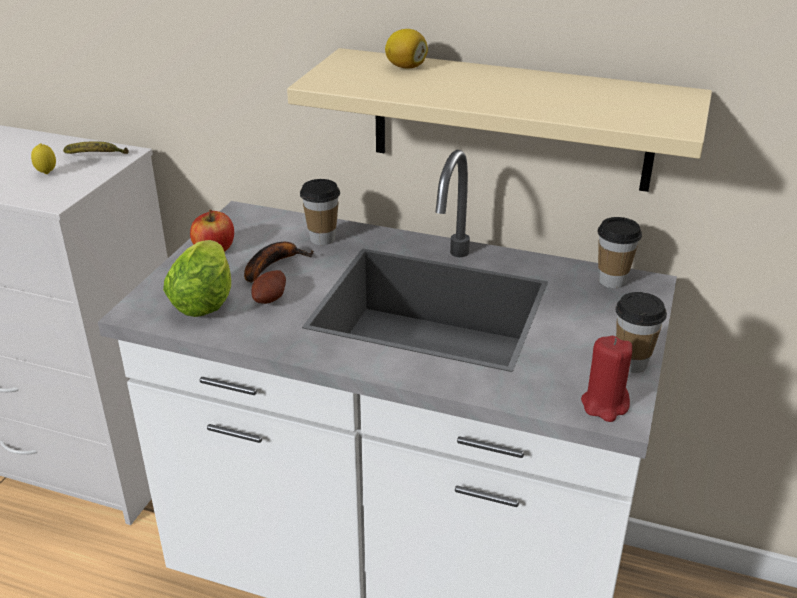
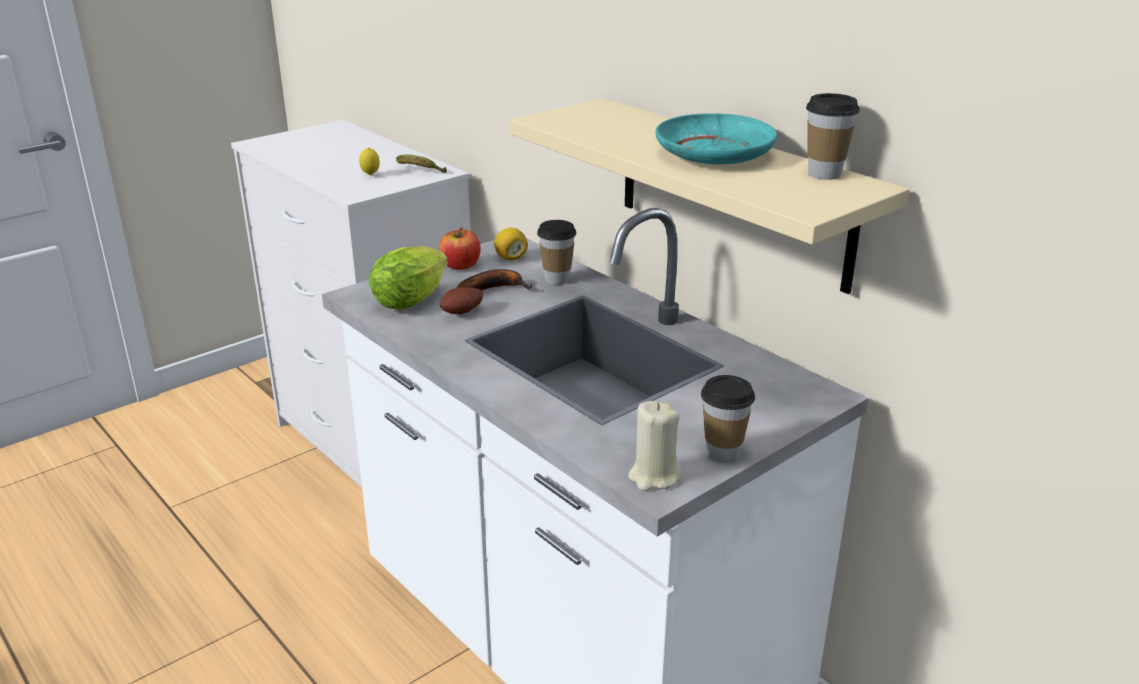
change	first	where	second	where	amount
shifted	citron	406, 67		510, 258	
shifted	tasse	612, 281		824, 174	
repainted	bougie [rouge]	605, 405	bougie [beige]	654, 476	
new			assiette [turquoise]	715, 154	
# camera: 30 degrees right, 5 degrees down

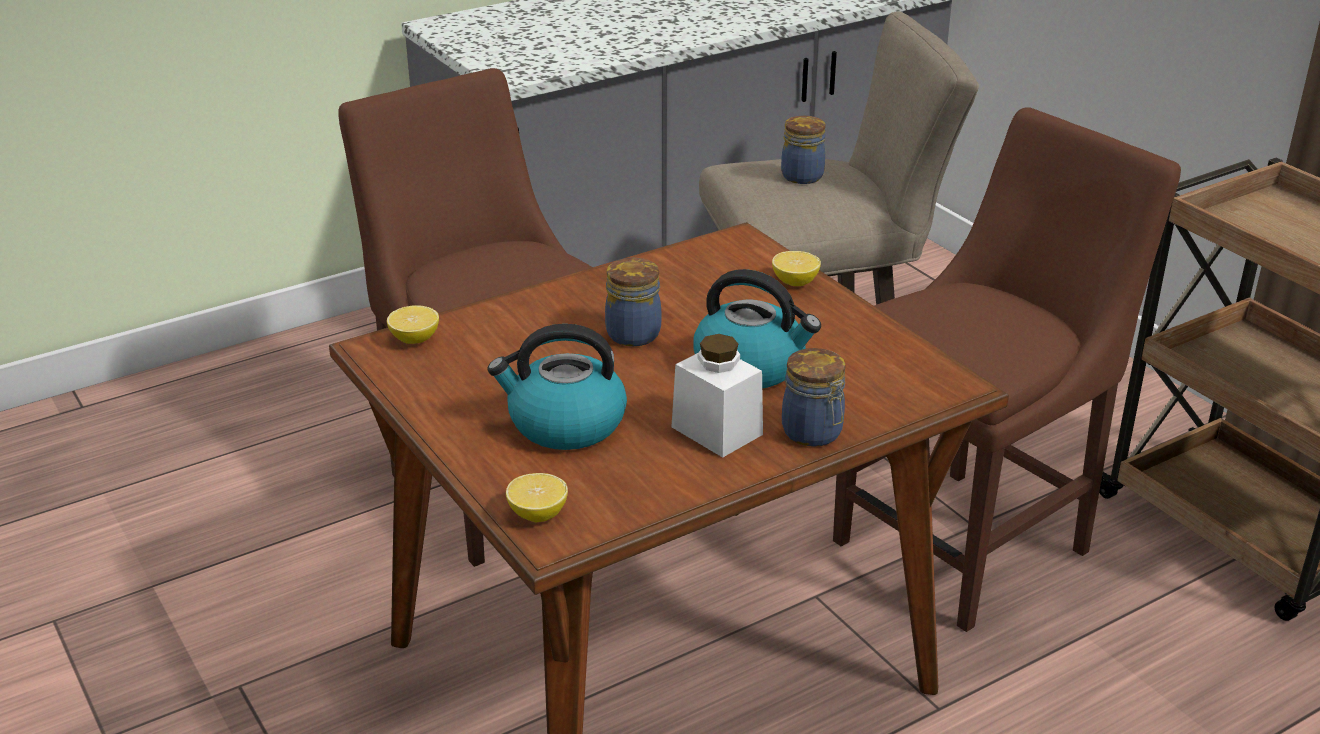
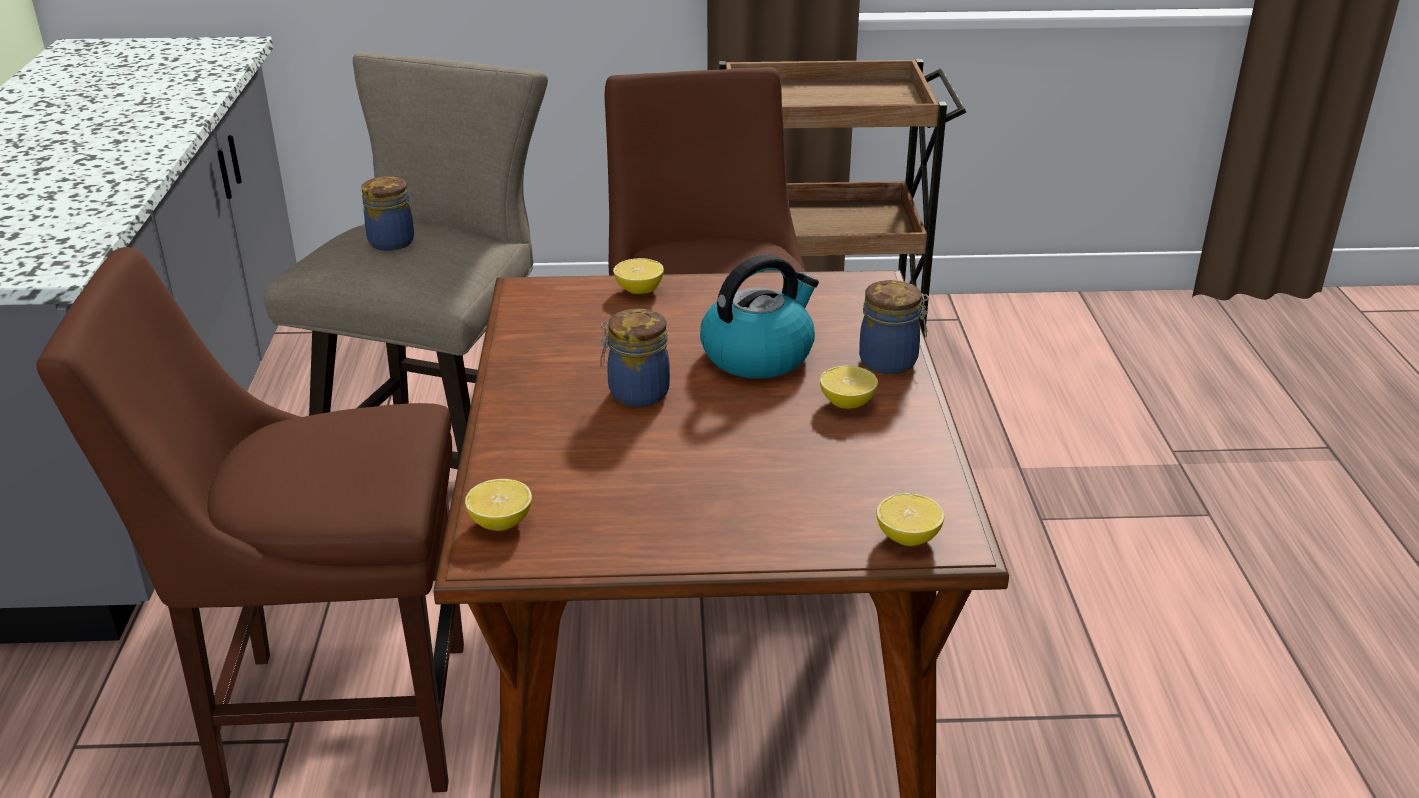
change	first	where	second	where	amount
gone	bouilloire	565, 424			
swapped	bocal [blanc]	717, 430	citron	847, 403	
# camera: 60 degrees left, 0 degrees up

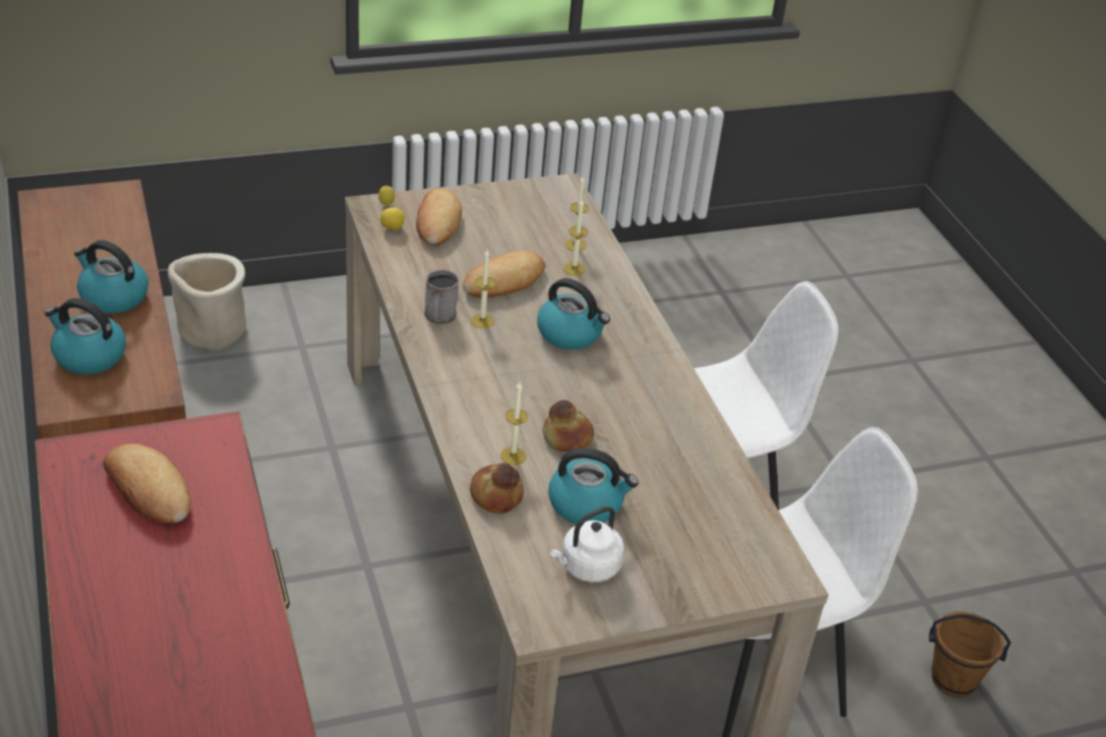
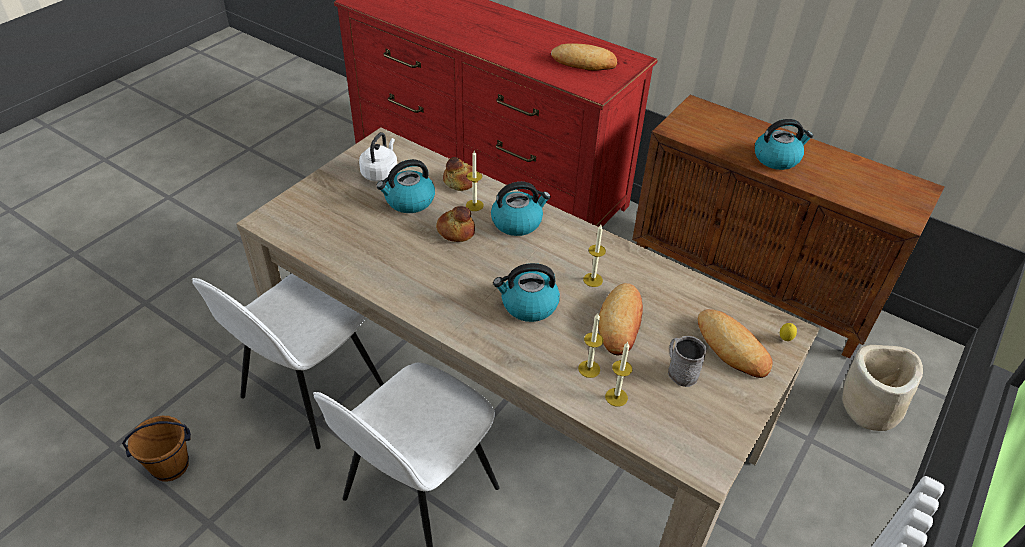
change	first	where	second	where	amount
gone	citron	392, 229			
shifted	mug [gris]	439, 317		680, 371	
shifted	bouilloire	88, 356		517, 222	
# camera: 145 degrees right, 5 degrees up

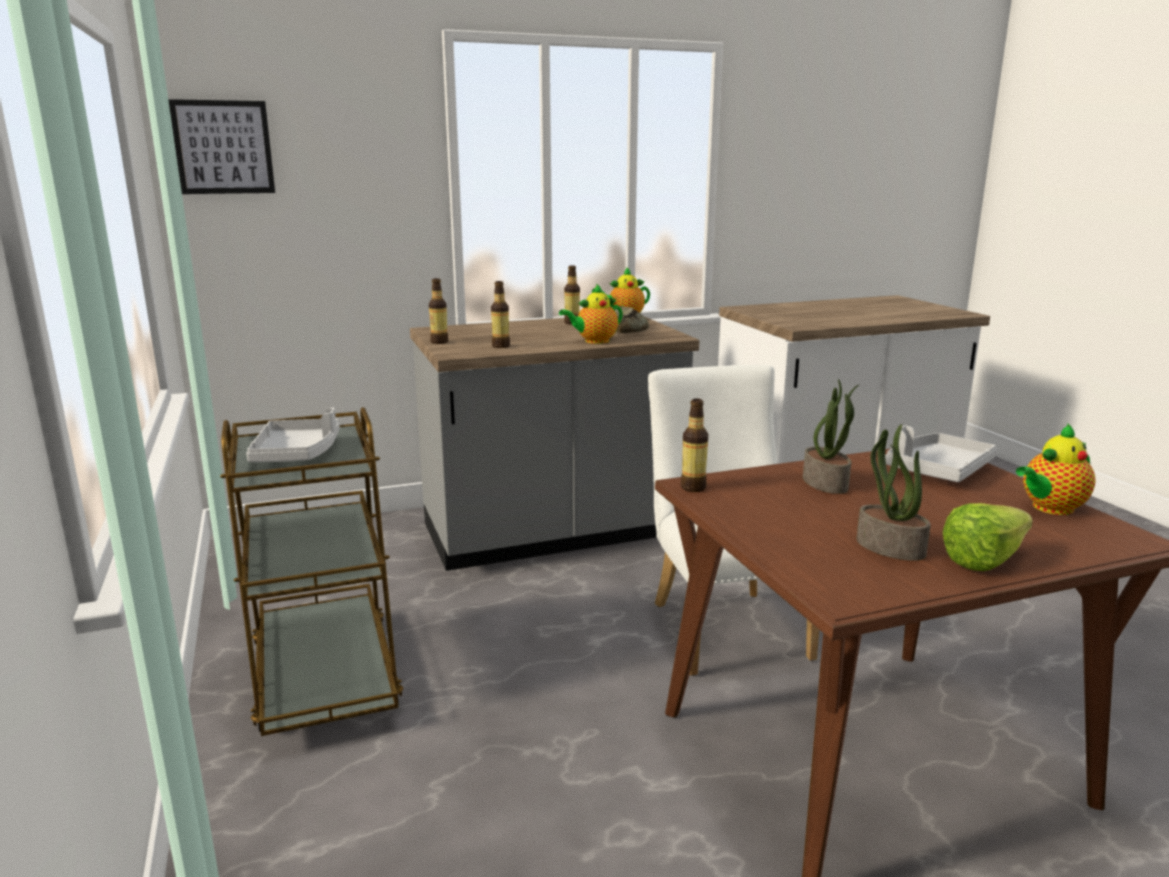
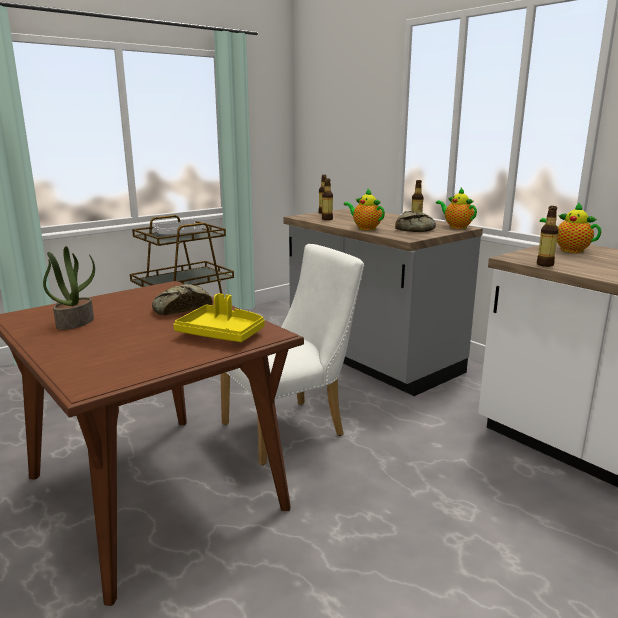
change	first	where	second	where	amount
gone	tableau	223, 147			
swapped	plante en pot	826, 483	pain	180, 308	
shifted	bouteille	693, 487		545, 264	
shifted	théière	1050, 508		569, 250	
repainted	plateau [gris]	938, 470	plateau [jaune]	222, 334	
gone	laitue	991, 560			
# camera: 70 degrees right, 0 degrees up

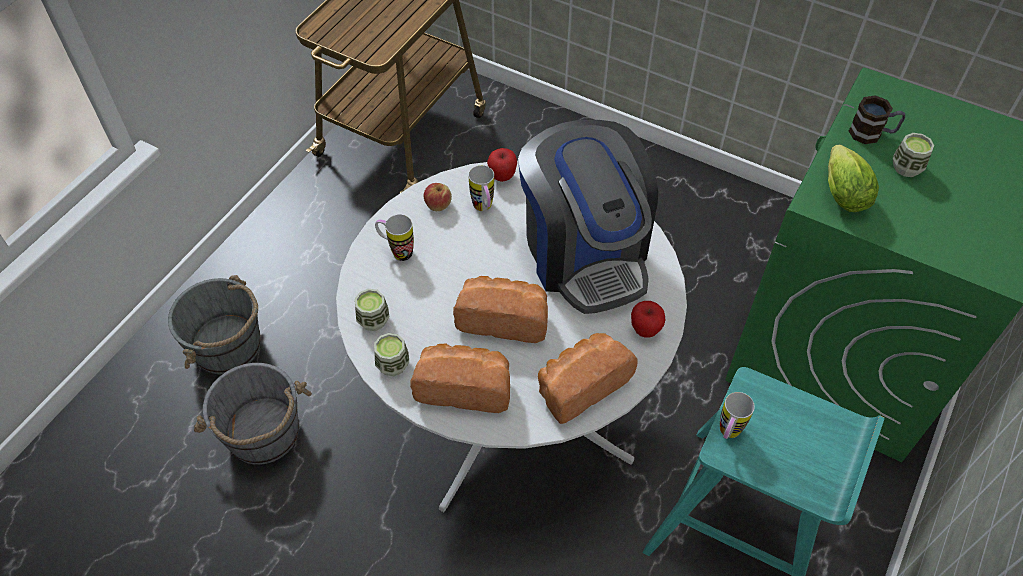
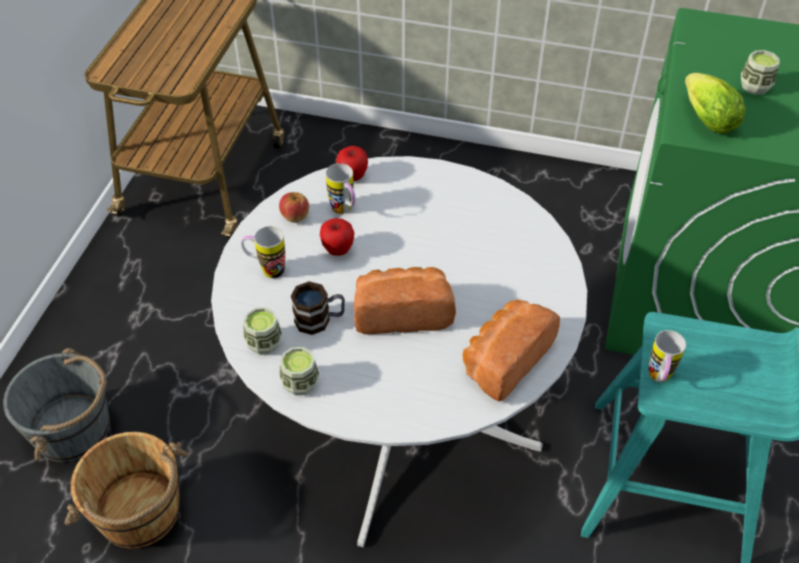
change	first	where	second	where	amount
shifted	mug	872, 133		320, 320	
gone	machine à café	585, 253			
shifted	pomme	645, 330		338, 250	
gone	pain	465, 386			
repainted	seau [gris]	263, 434	seau [marron]	140, 513	
# camera: 15 degrees left, 5 degrees down

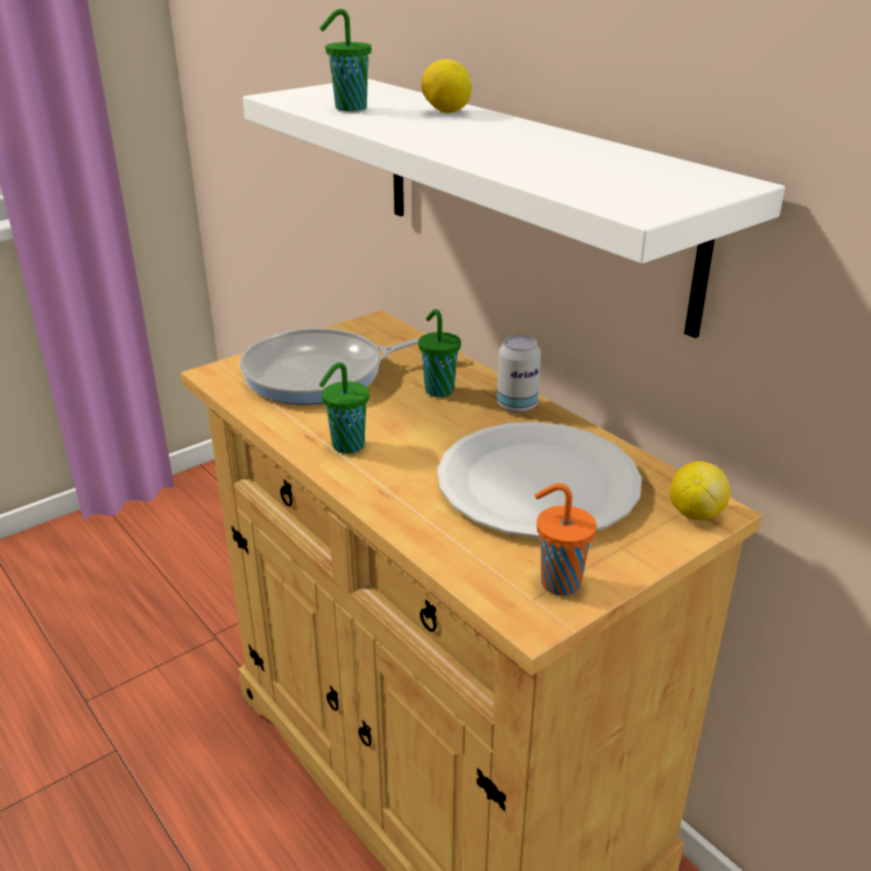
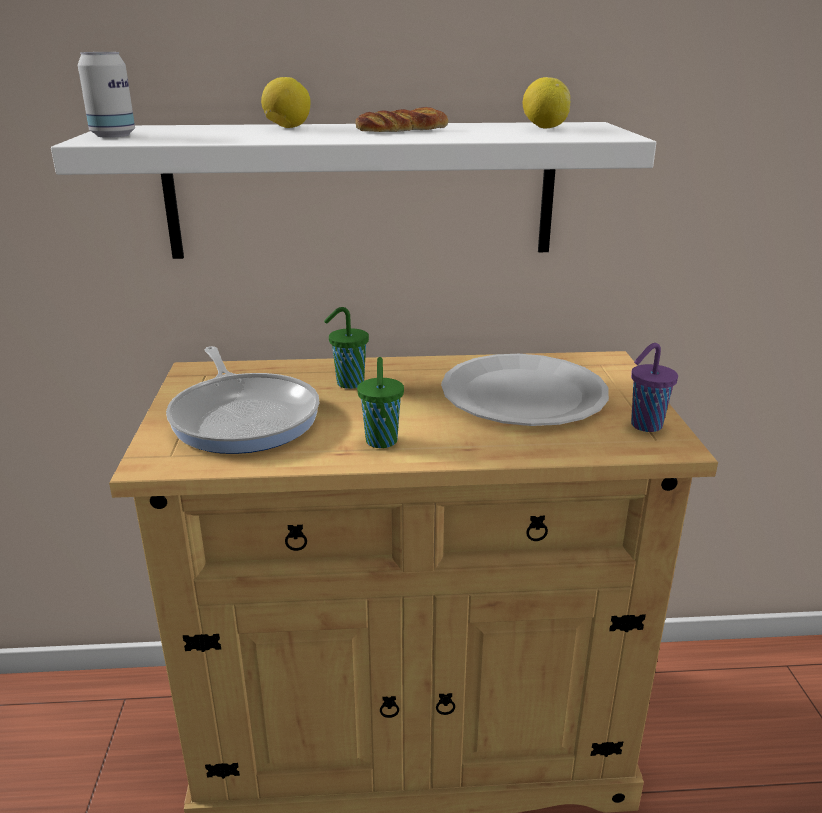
change	first	where	second	where	amount
gone	tasse [vert]	348, 109			
rotated	poêle	322, 374		244, 417	45 degrees counterclockwise
shifted	boîte métallique	517, 406		113, 135	
shifted	citron	695, 513		544, 128	
repainted	tasse [orange]	558, 582	tasse [violet]	644, 426	
new			pain	402, 130	
# camera: 55 degrees left, 5 degrees down

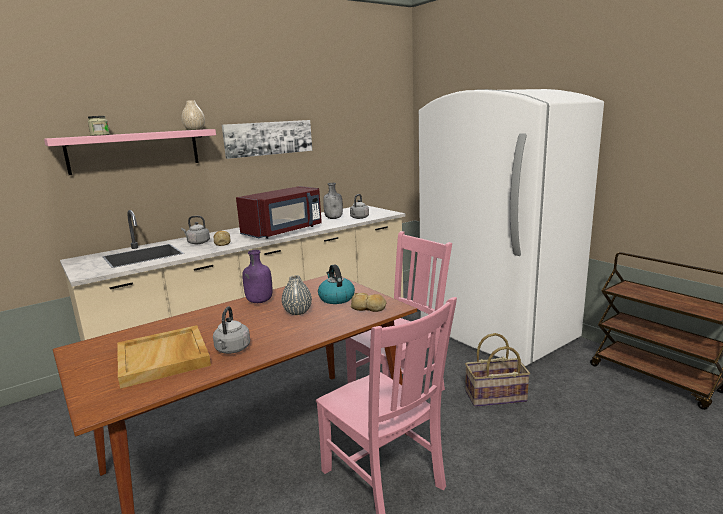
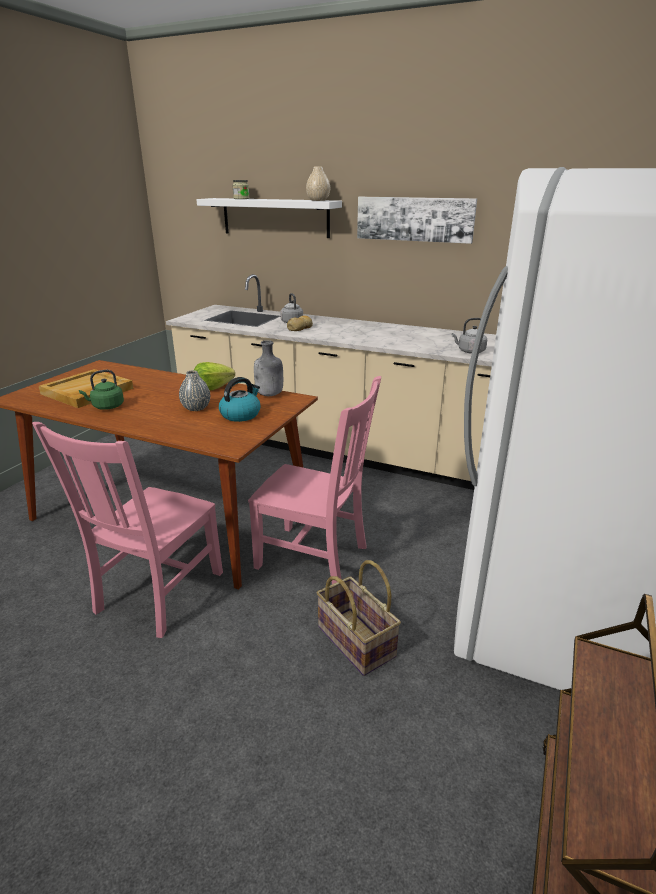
change	first	where	second	where	amount
repainted	étagère [rose]	134, 151	étagère [blanc]	275, 217	
shifted	bouteille [gris]	334, 218		270, 394	
gone	micro-ondes [rouge]	284, 231			
swapped	bouteille [violet]	259, 301	laitue	213, 388	
gone	pain	368, 308			
repainted	bouilloire [gris]	232, 350	bouilloire [vert]	106, 407	
# camera: 60 degrees right, 10 degrees up

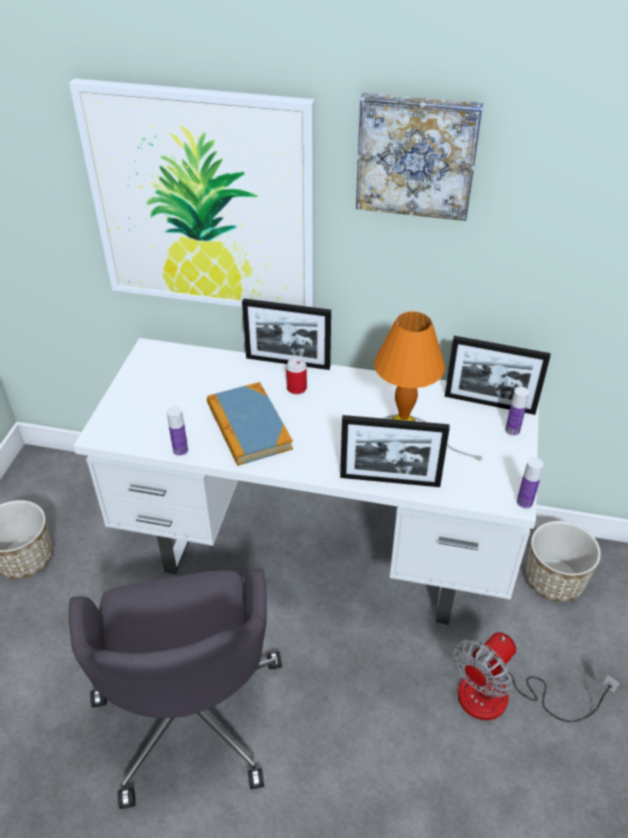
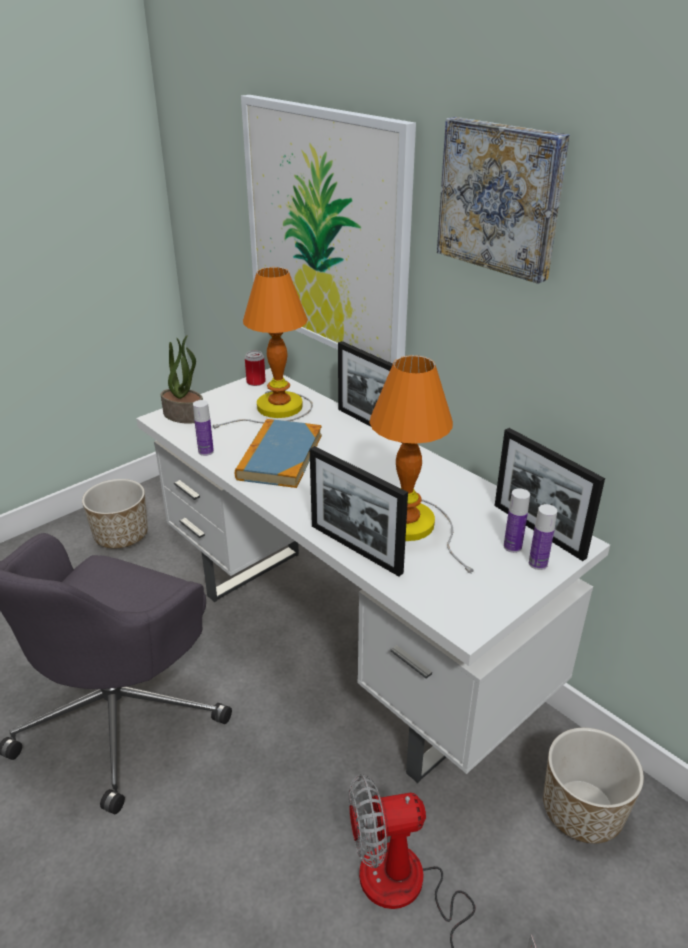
change	first	where	second	where	amount
shifted	boîte métallique	296, 388		256, 382	
shifted	bouteille	524, 502		512, 547	
new			lampe de table	276, 409	
new			plante en pot	185, 415	
# camera: 35 degrees right, 10 degrees down

